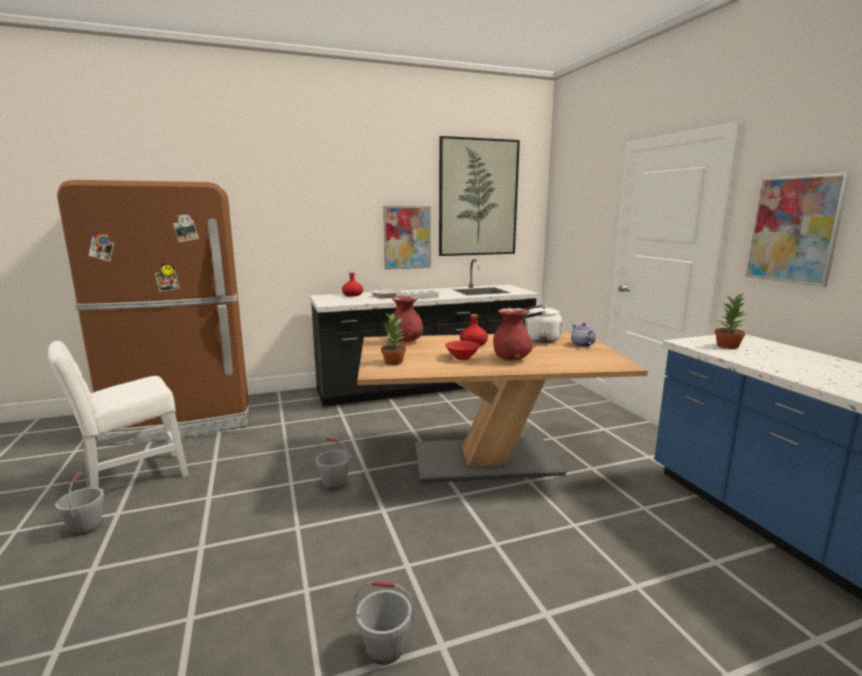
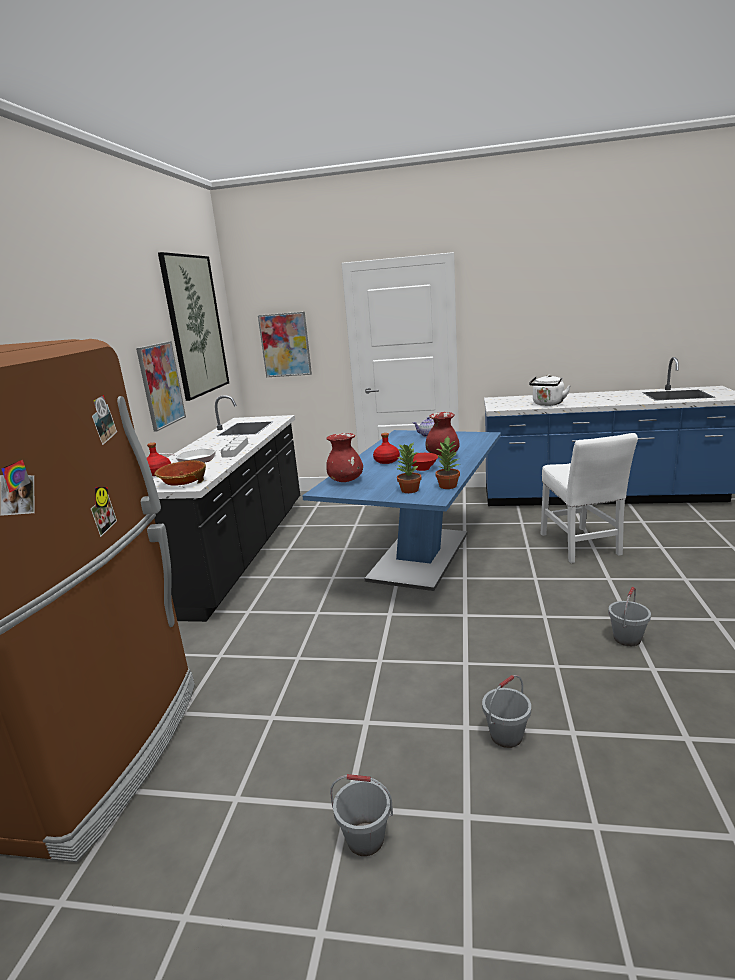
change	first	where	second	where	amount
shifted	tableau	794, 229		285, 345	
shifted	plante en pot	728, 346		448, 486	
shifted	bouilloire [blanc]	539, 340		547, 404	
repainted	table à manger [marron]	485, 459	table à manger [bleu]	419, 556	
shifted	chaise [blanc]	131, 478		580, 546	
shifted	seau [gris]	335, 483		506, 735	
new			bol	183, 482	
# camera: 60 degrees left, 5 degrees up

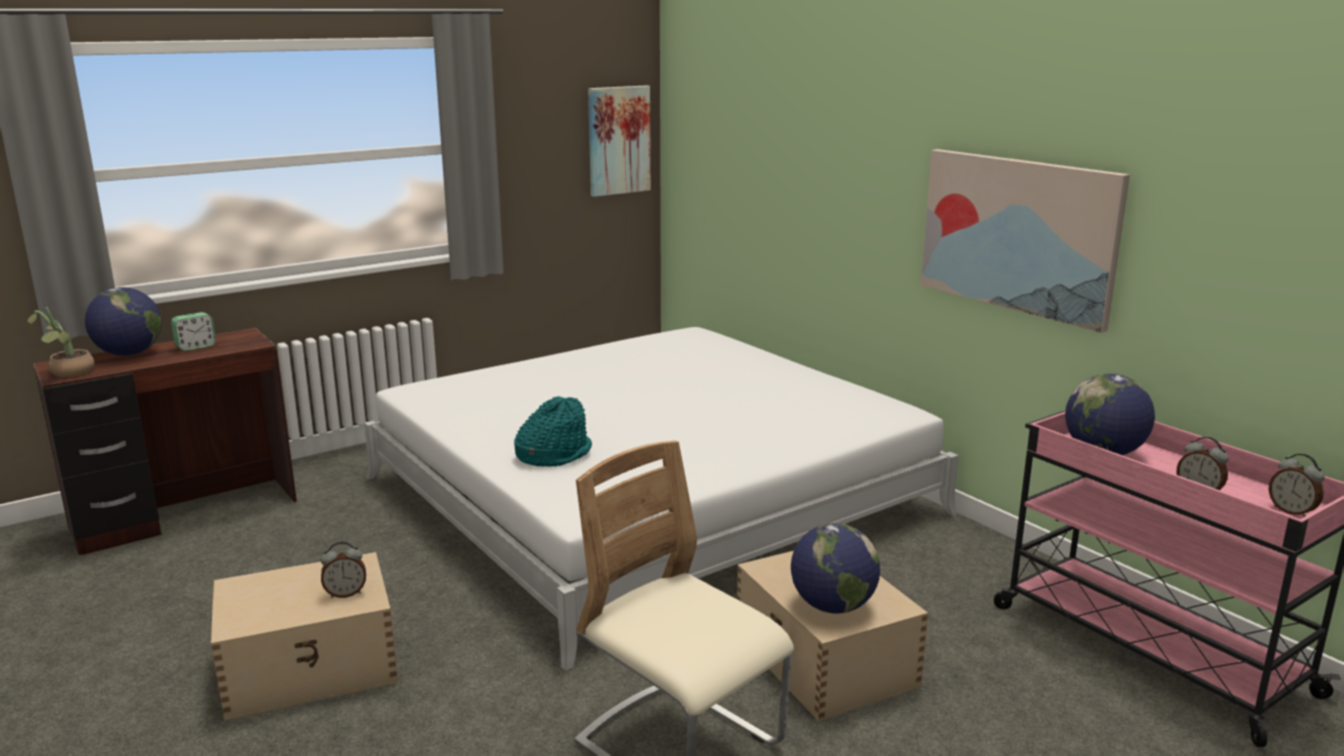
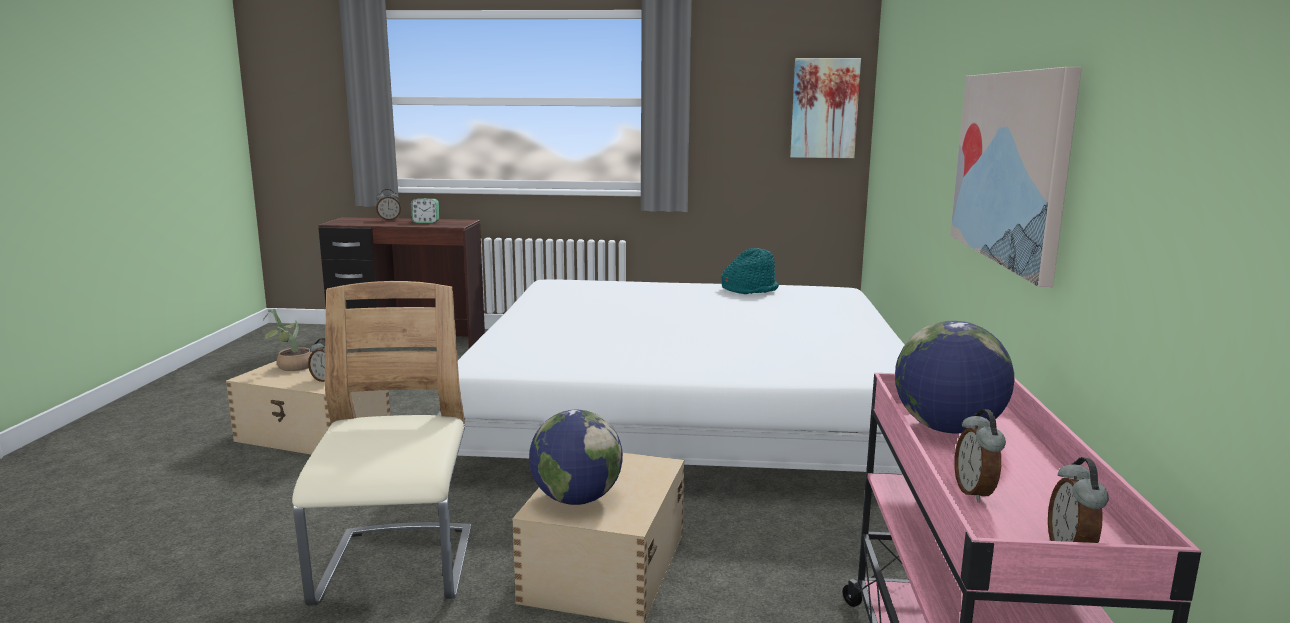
change	first	where	second	where	amount
swapped	globe	129, 354	réveil	389, 220	
shifted	plante en pot	68, 373		291, 367	
shifted	chapeau [turquoise]	553, 454		749, 289	
# camera: 40 degrees right, 5 degrees down

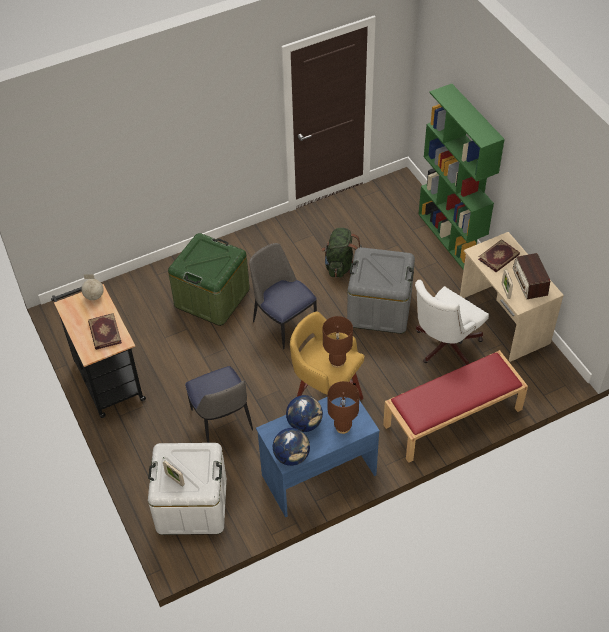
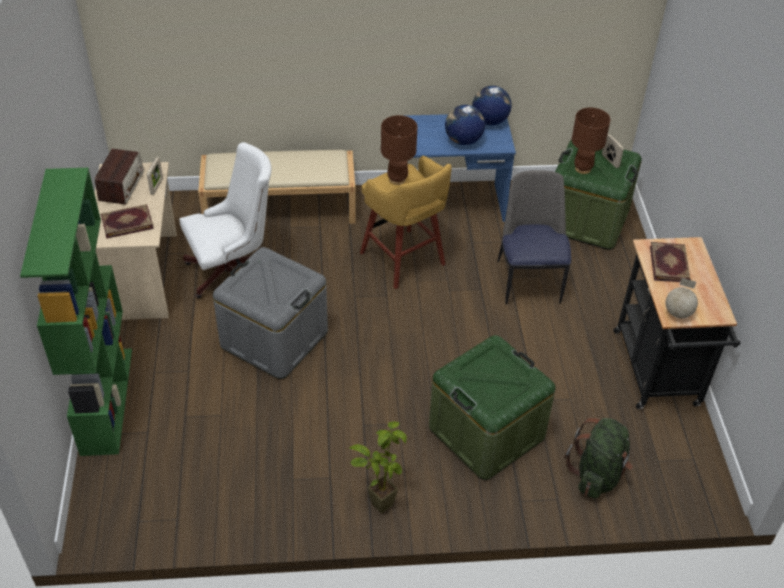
change	first	where	second	where	amount
shifted	sac à dos [vert]	340, 265		597, 474	
gone	chaise	283, 322			
repainted	banc [rouge]	452, 418	banc [beige]	280, 206	
shifted	lampe de table [marron]	342, 427		583, 169	
repainted	boîte de rangement [blanc]	192, 505	boîte de rangement [vert]	586, 219	
new			plante en pot	379, 498	
# camera: 160 degrees left, 5 degrees down

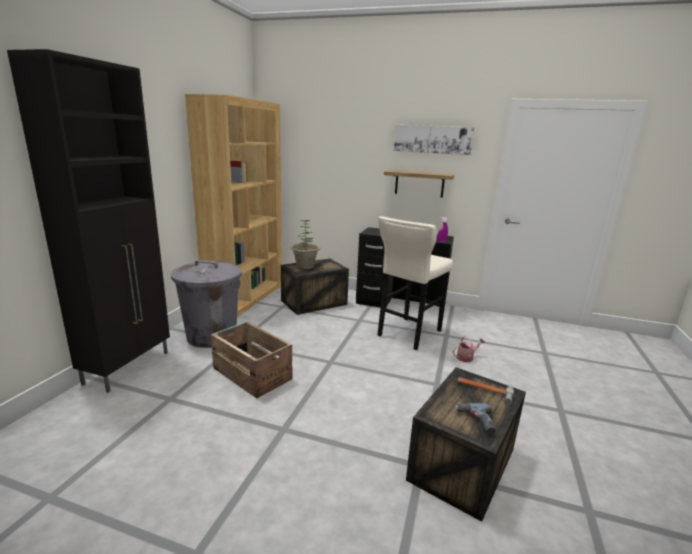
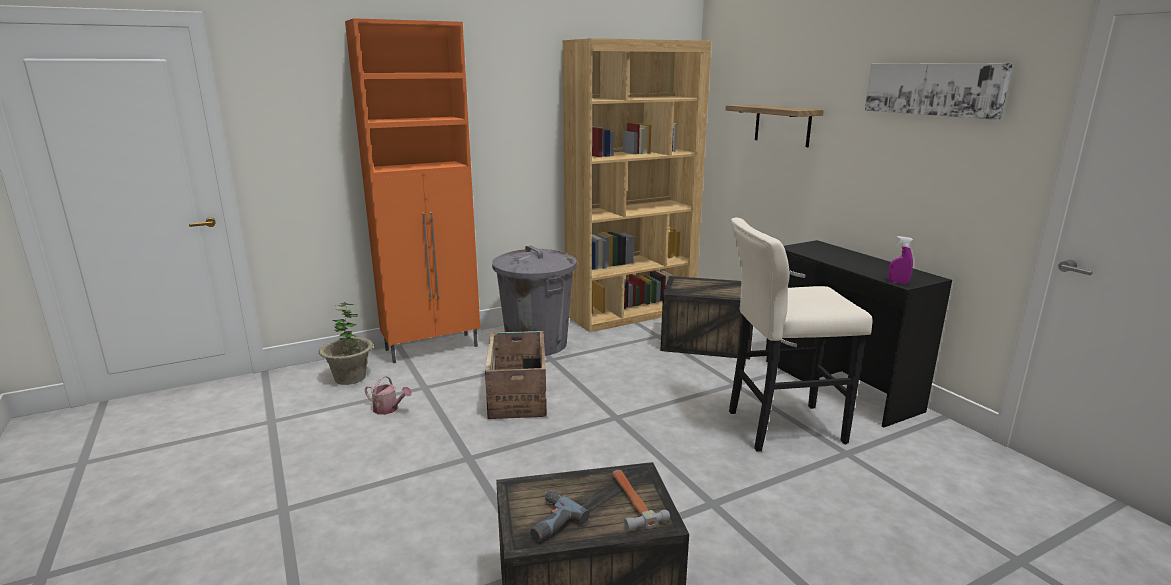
change	first	where	second	where	amount
repainted	meuble de rangement [noir]	129, 367	meuble de rangement [orange]	433, 348	
shifted	étagère	419, 183		782, 125	
shifted	plante en pot	305, 266		350, 378	
shifted	arrosoir	466, 357		388, 409	
# camera: 45 degrees right, 0 degrees up

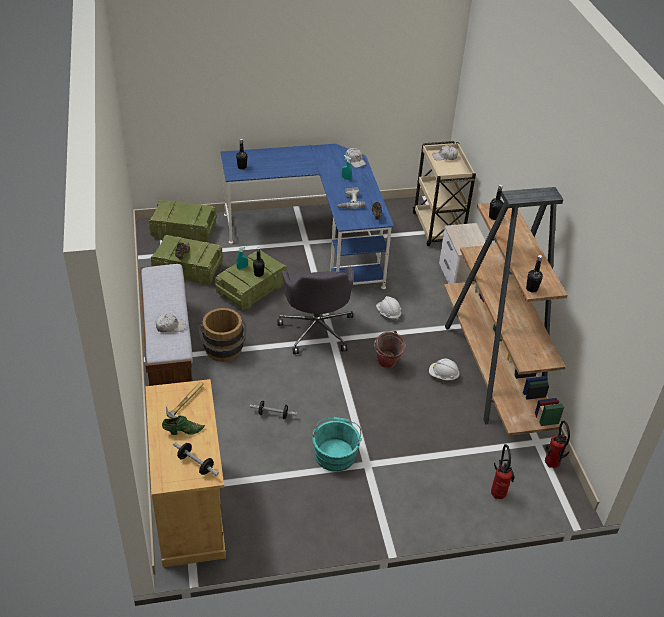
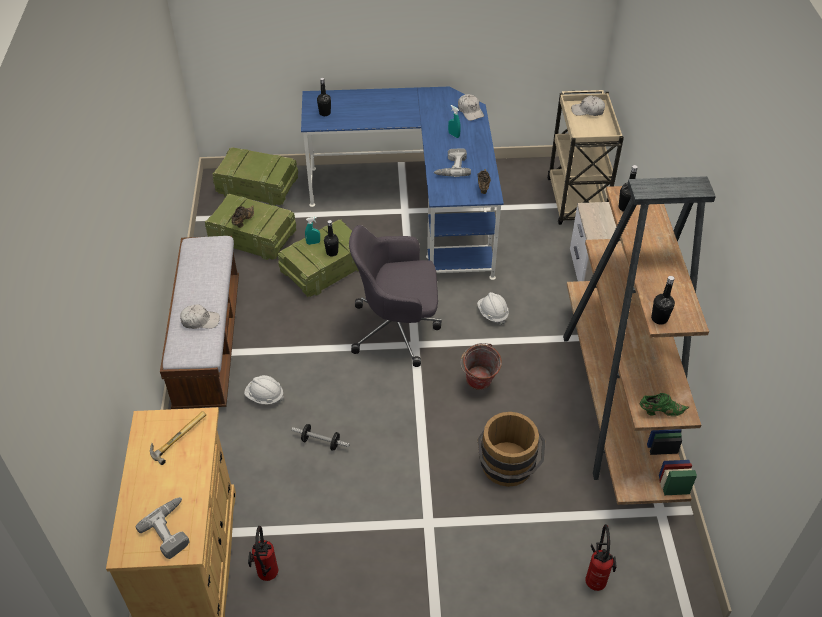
change	first	where	second	where	amount
rotated	chaise de bureau [gris]	316, 329		397, 329	90 degrees clockwise
shifted	seau [marron]	224, 351		507, 469	
shifted	casque de chantier [blanc]	443, 375		264, 396	
shifted	chaussure [vert]	182, 431		660, 411	
gone	seau [turquoise]	335, 453			
shifted	extincteur	551, 466		266, 577	
swapped	haltère	196, 464	perceuse	172, 530	
# camera: 10 degrees right, 5 degrees up

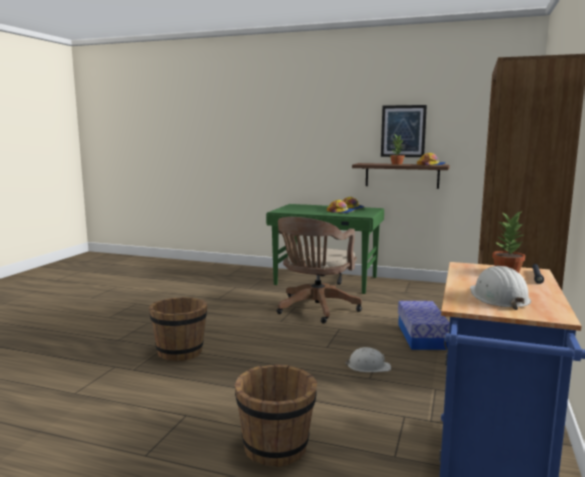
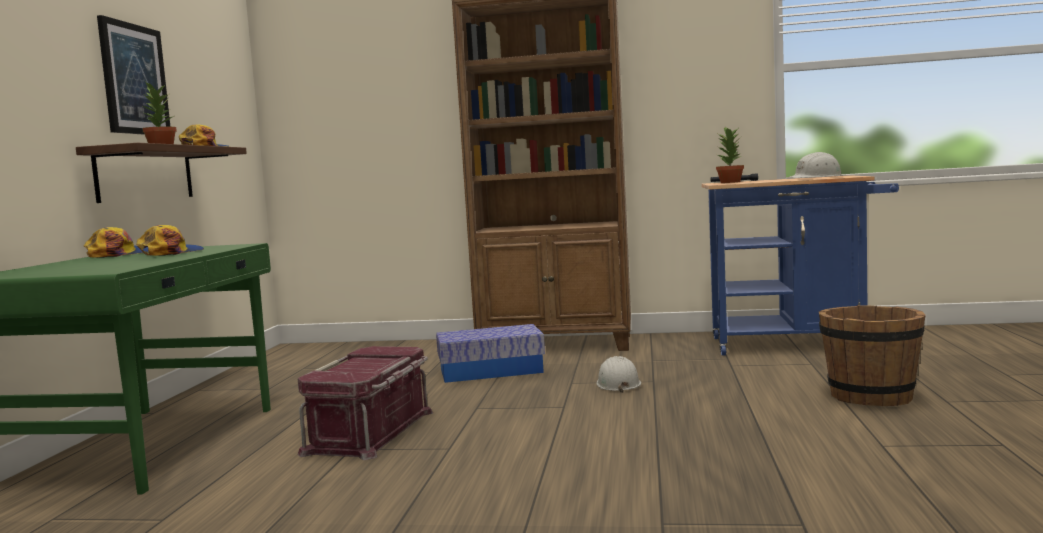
change	first	where	second	where	amount
swapped	chaise de bureau [marron]	315, 309	boîte de rangement [rouge]	371, 432	
gone	seau [marron]	180, 352			
# camera: 100 degrees left, 5 degrees down

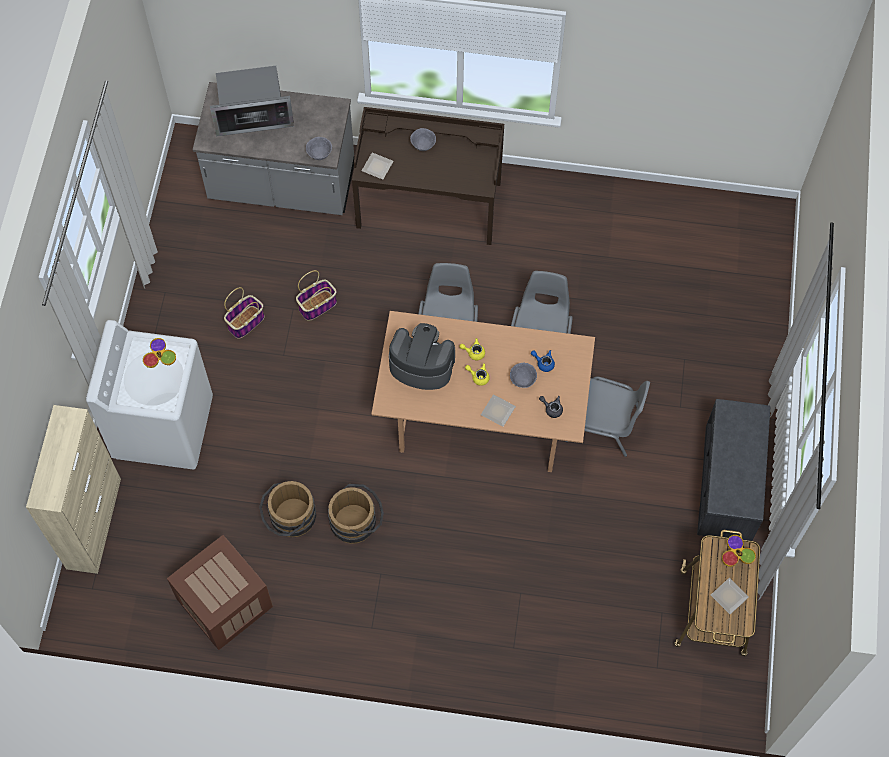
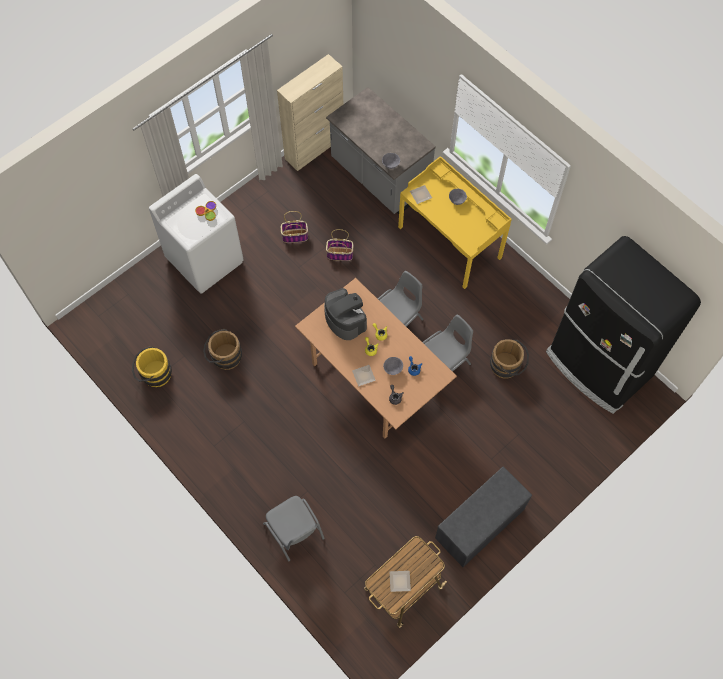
change	first	where	second	where	amount
gone	micro-ondes	253, 114			
repainted	bureau [marron]	429, 204	bureau [jaune]	450, 242	
shifted	chaise [gris]	604, 424		294, 531	
shifted	meuble de rangement [beige]	94, 523		315, 147	
shifted	seau [marron]	357, 522		507, 366	
swapped	caisse	225, 603	seau [jaune]	153, 374	
gone	bol	736, 554			
new			réfrigérateur [noir]	598, 365	
# camera: 40 degrees right, 0 degrees up

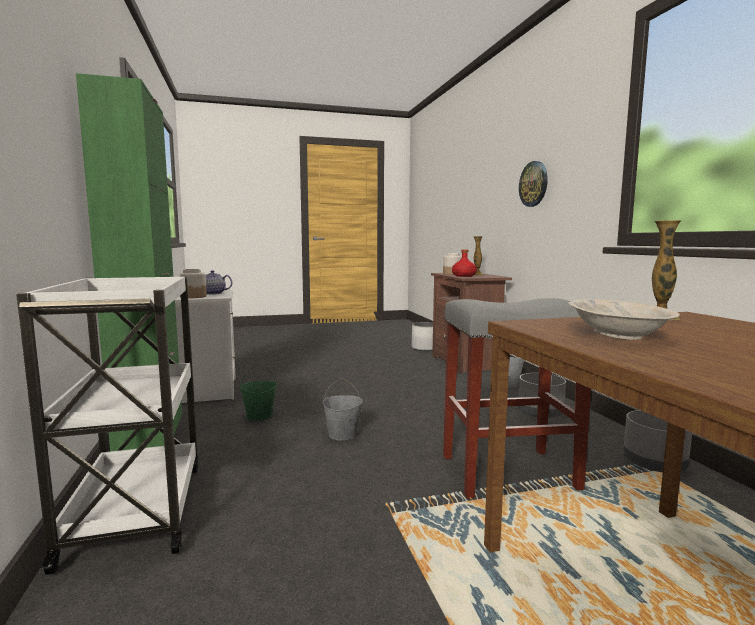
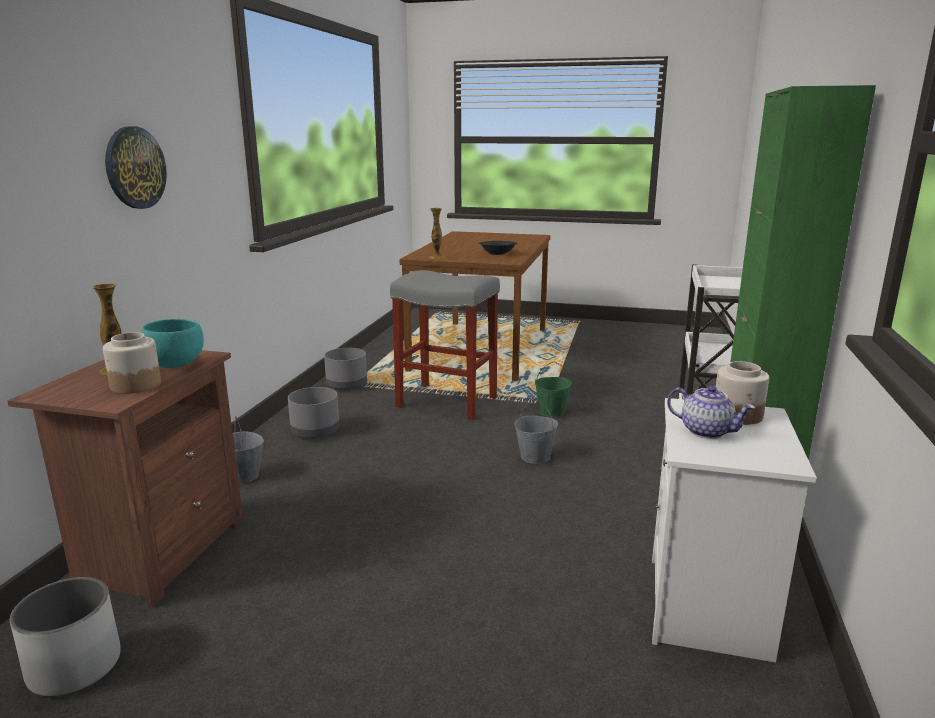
change	first	where	second	where	amount
swapped	bouteille [rouge]	464, 276	bol [turquoise]	177, 364	
repainted	bol [beige]	618, 336	bol [noir]	497, 254	
shifted	seau [vert]	259, 416		552, 412	
# camera: 150 degrees left, 10 degrees up

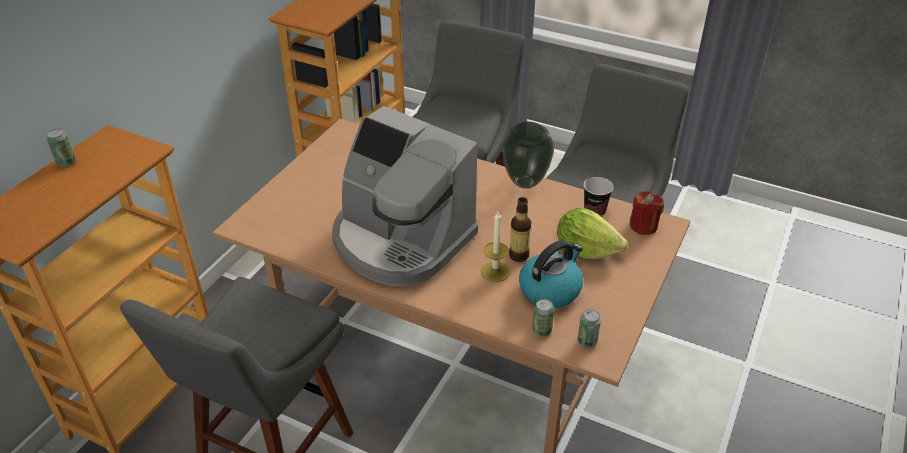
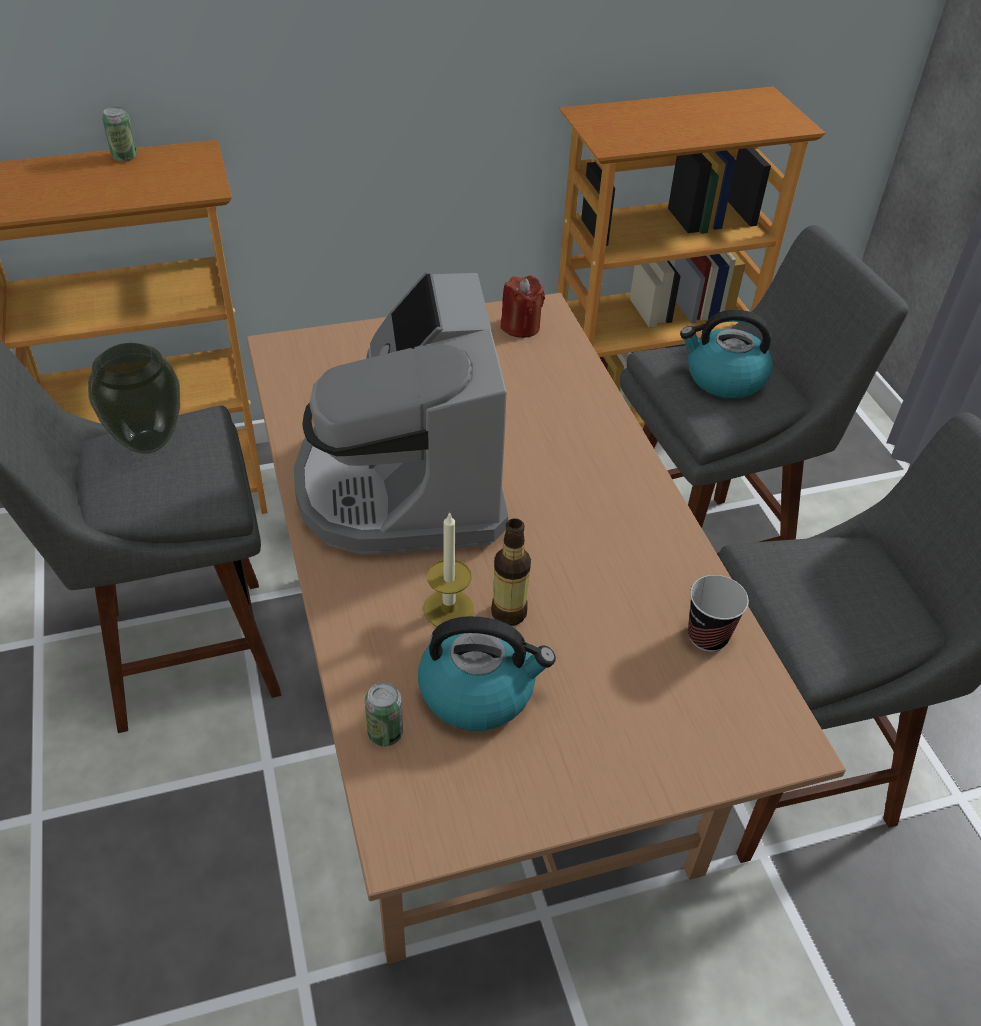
change	first	where	second	where	amount
shifted	vase	524, 183		147, 442	
shifted	bougie [rouge]	643, 226		520, 326	
gone	laitue	586, 249			
gone	boîte métallique	587, 341			
new			bouilloire	724, 378	
# camera: 45 degrees right, 5 degrees up

